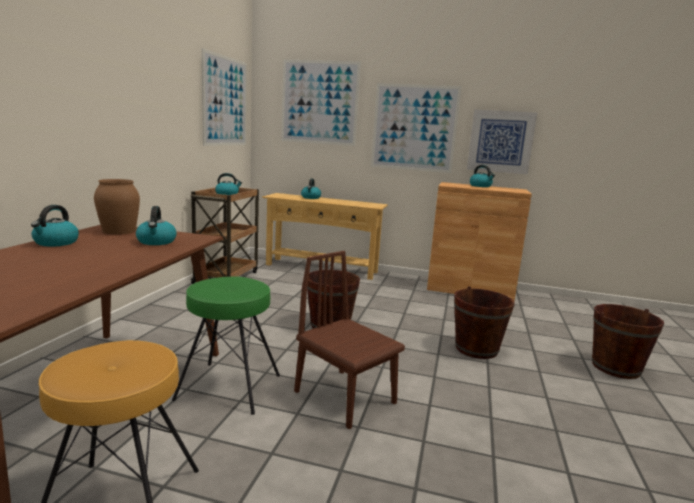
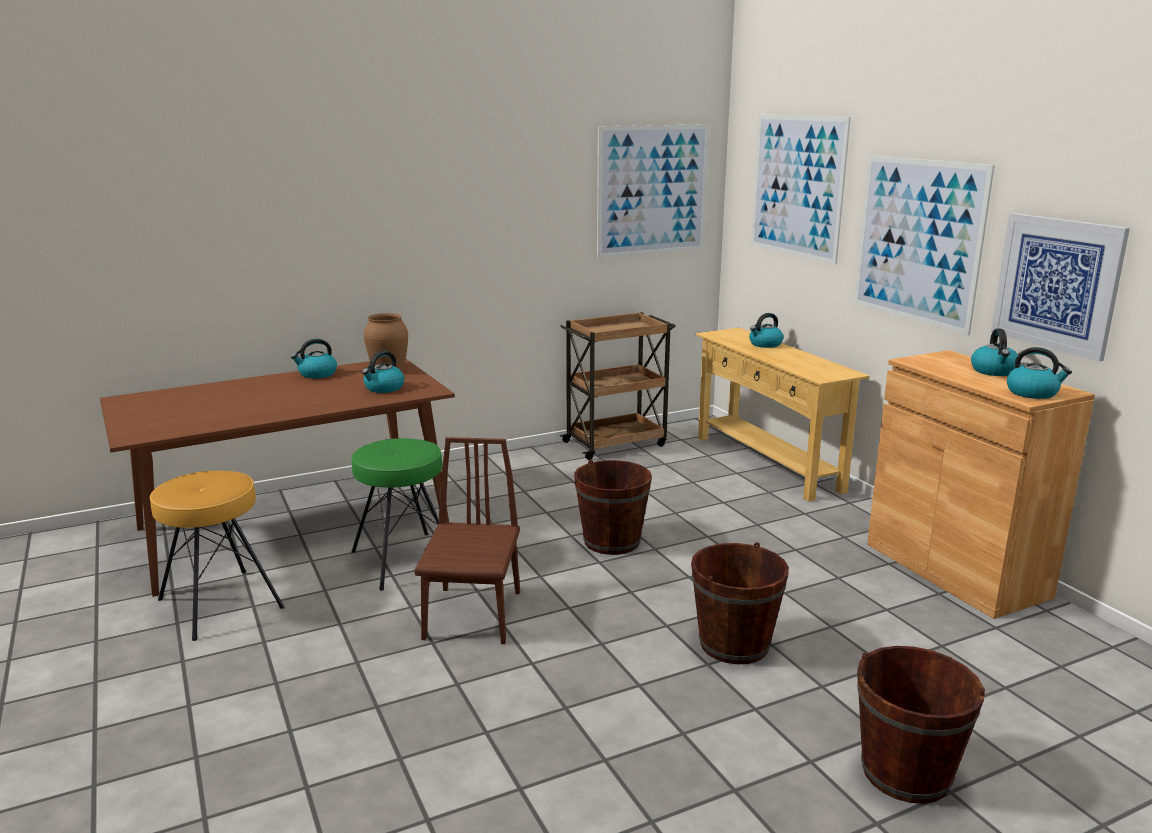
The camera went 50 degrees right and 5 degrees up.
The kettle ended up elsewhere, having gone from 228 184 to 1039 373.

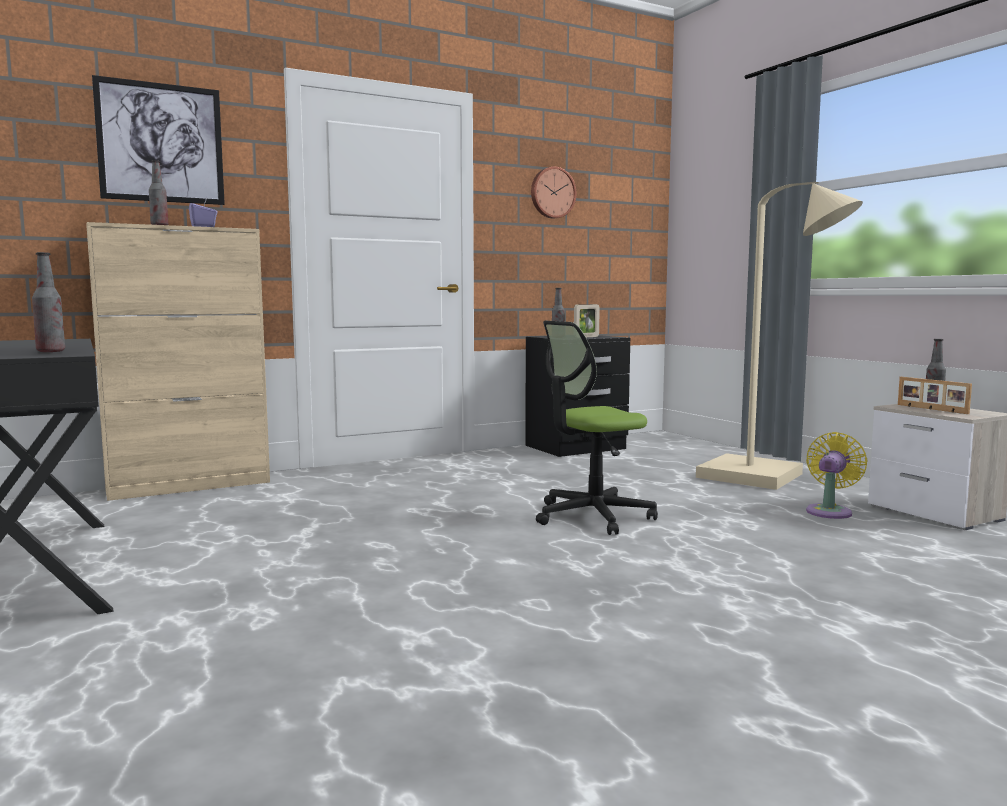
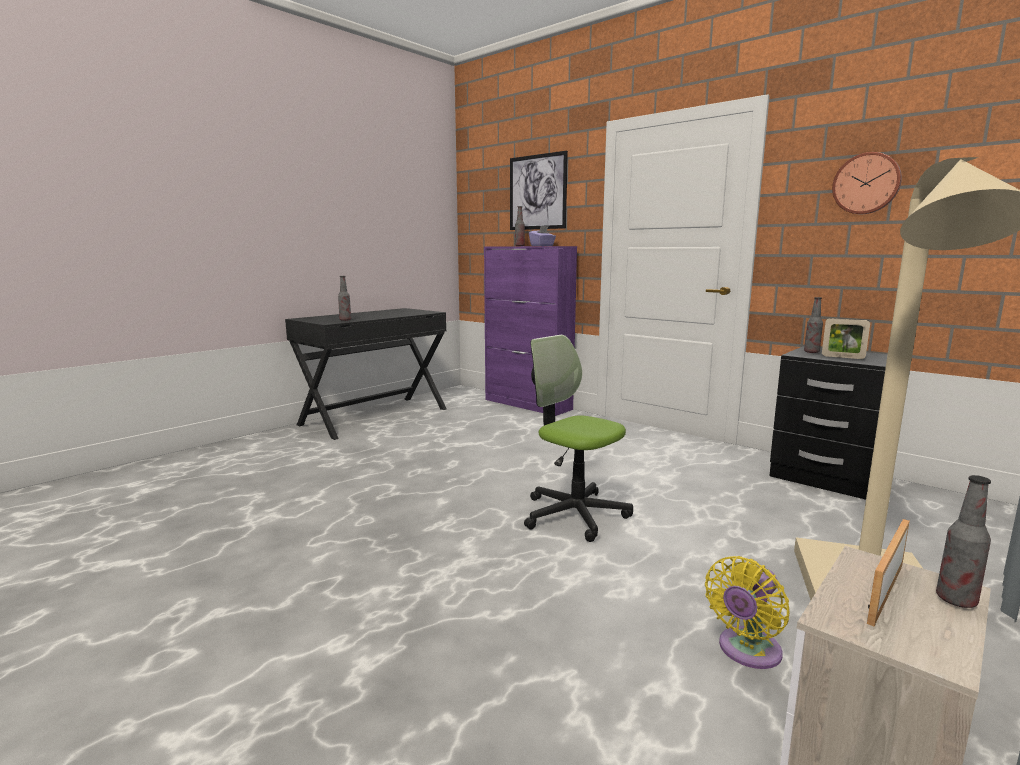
The camera went 70 degrees right and 5 degrees up.
What was the cabinet (beige) at 178 361 turned into the cabinet (purple) at 530 331.
The fan (yellow) at 837 475 ended up facing another way, 120 degrees clockwise from before.

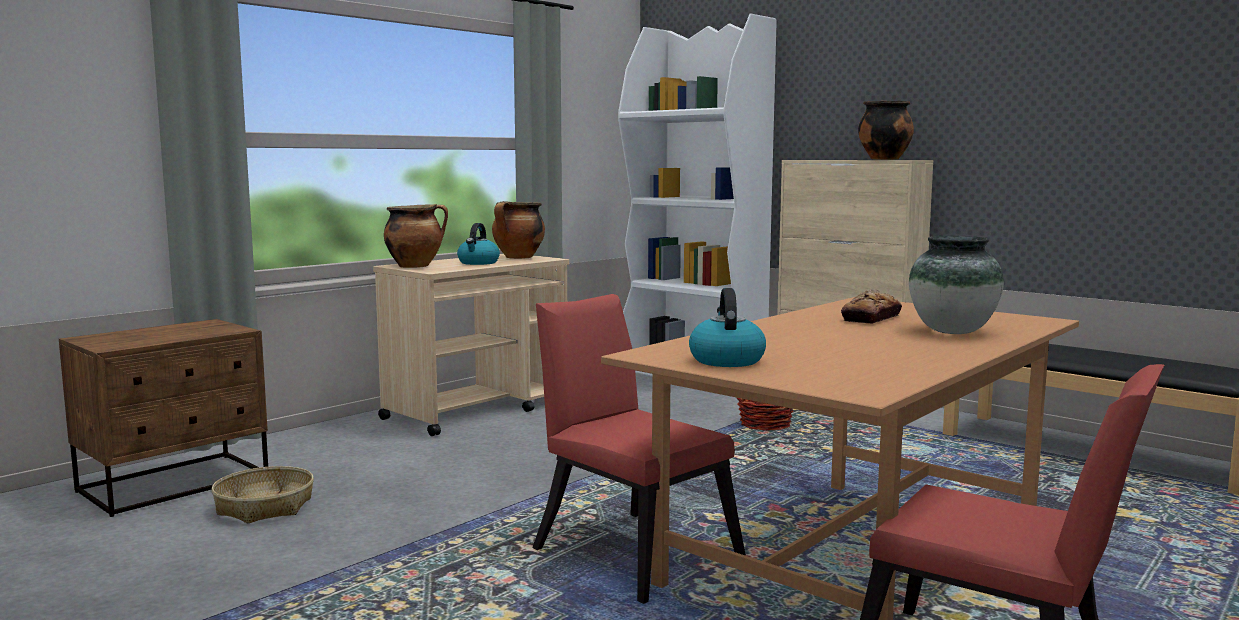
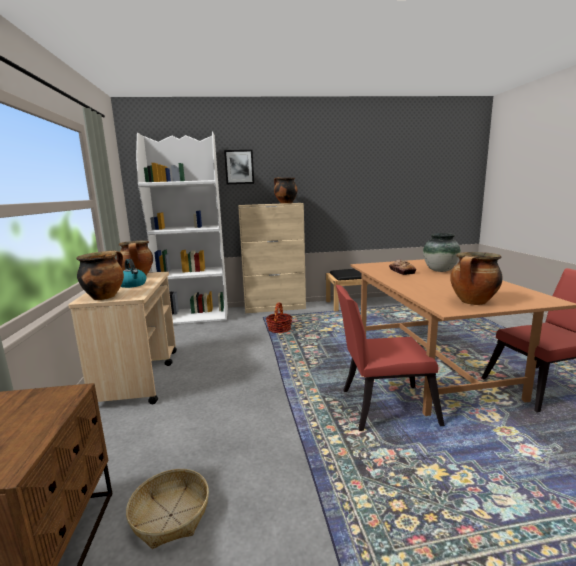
The camera went 50 degrees left and 5 degrees up.
Where the kettle stood at 727 327, the cooking pot came to stand at 476 278.
The second view gained the picture at 239 167.

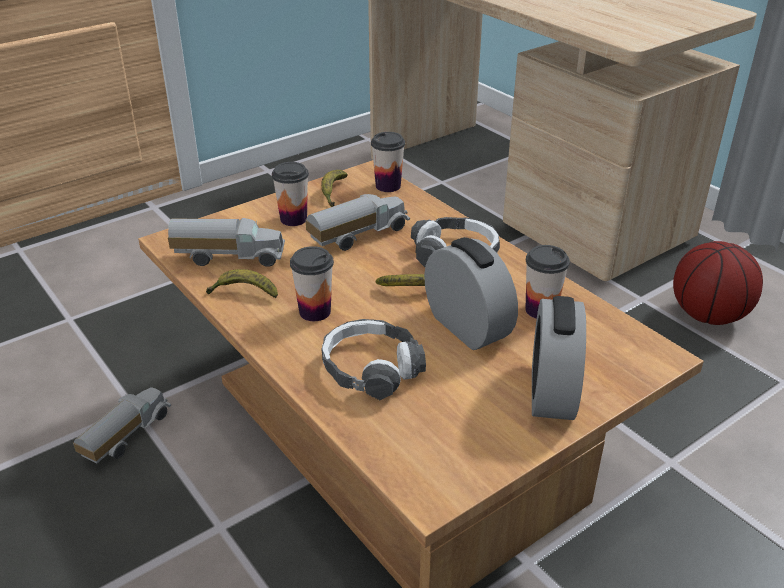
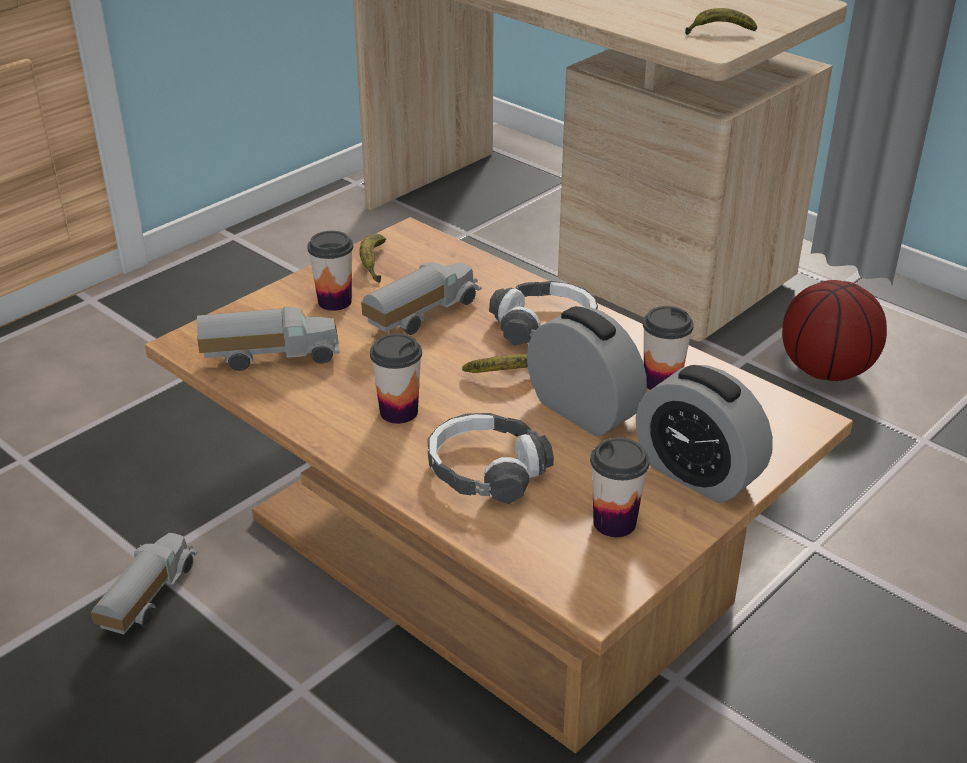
The camera went 10 degrees left and 0 degrees up.
The banana ended up elsewhere, having gone from 242 283 to 721 21.
The cup ended up elsewhere, having gone from 388 162 to 620 487.
The alarm clock at 559 358 ended up facing another way, 45 degrees counterclockwise from before.

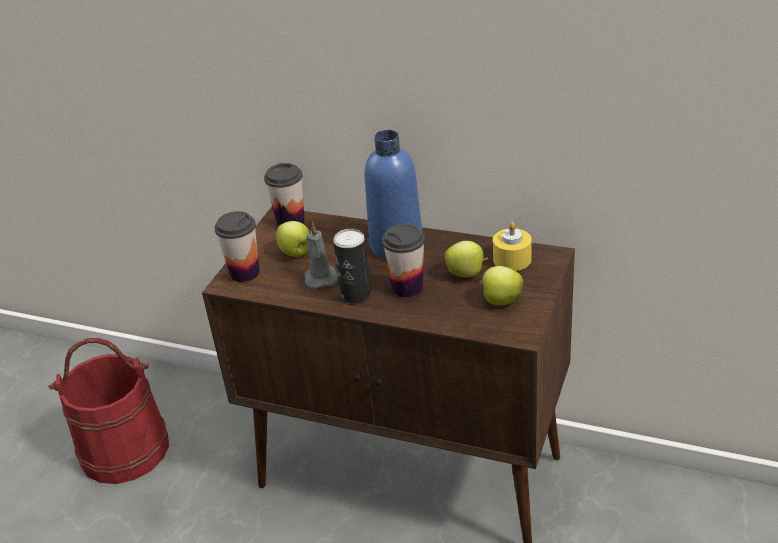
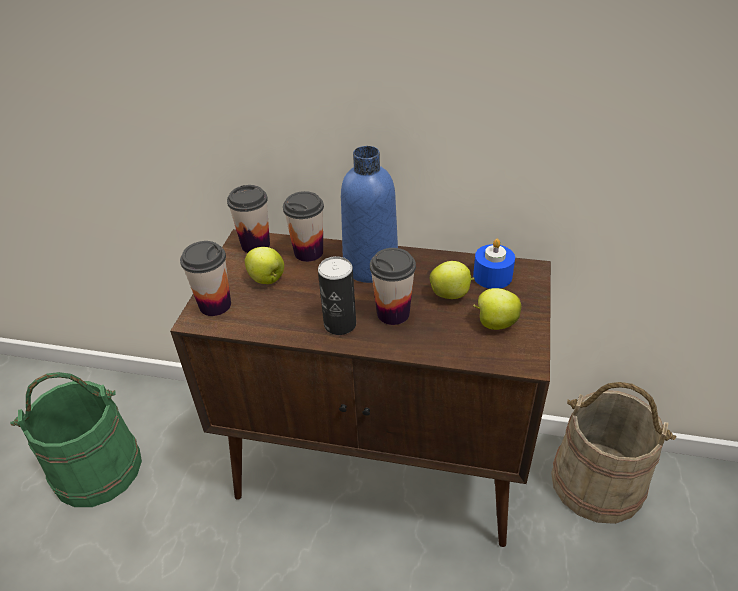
The camera went 10 degrees left and 5 degrees up.
What was the bucket (red) at 108 411 turned into the bucket (green) at 76 439.
The second view lost the candle (grey) at 321 255.
What was the candle (yellow) at 512 246 turned into the candle (blue) at 494 264.
The second view gained the cup at 303 226.
The second view gained the bucket (beige) at 613 453.

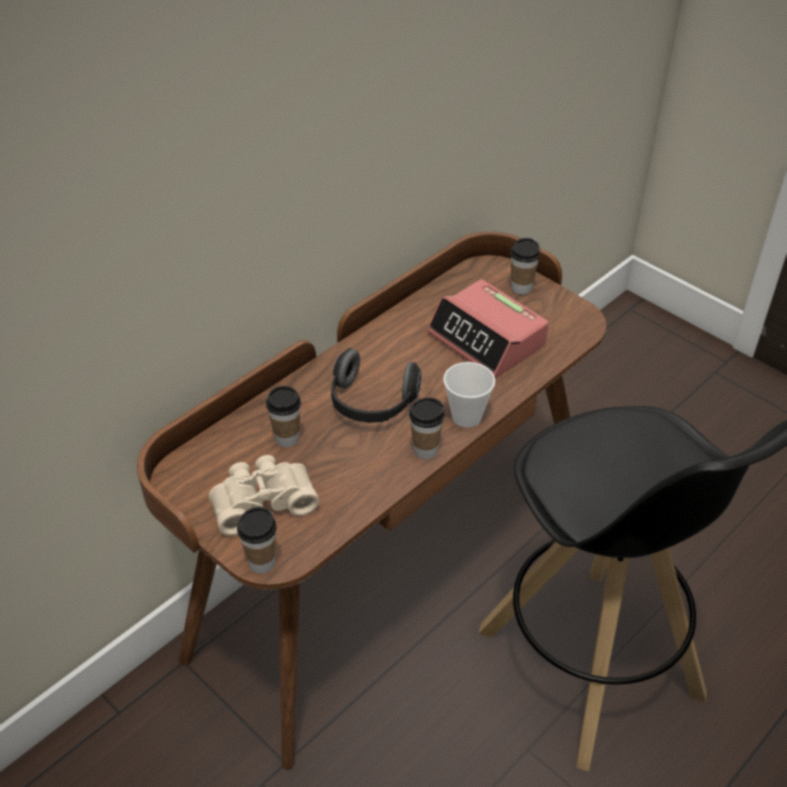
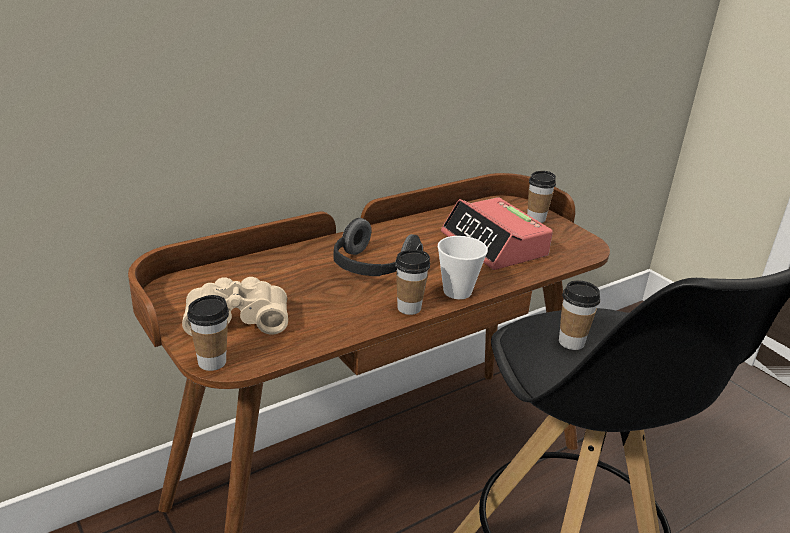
The camera went 10 degrees right and 15 degrees down.
The cup ended up elsewhere, having gone from 283 416 to 579 315.

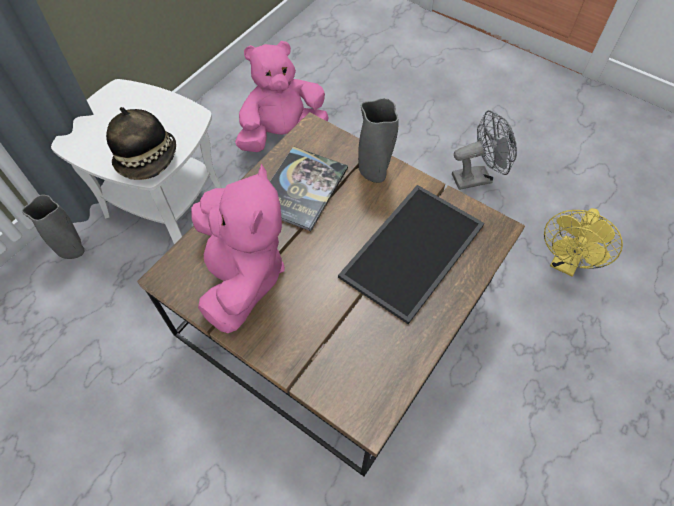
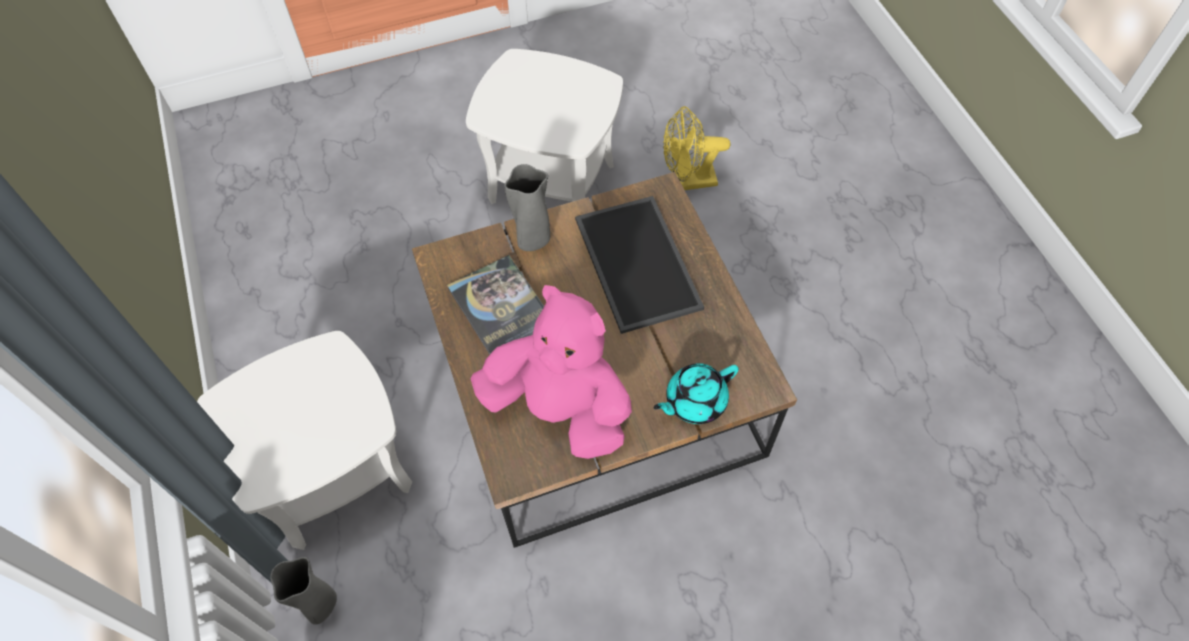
The camera went 55 degrees left and 0 degrees up.
The second view lost the hat at 141 143.
The second view lost the plush toy (pink) at 282 96.
Where the fan (grey) stood at 484 150, the side table (white) came to stand at 544 126.
The fan (yellow) at 583 242 ended up facing another way, 105 degrees clockwise from before.
The second view gained the teapot (turquoise) at 696 393.

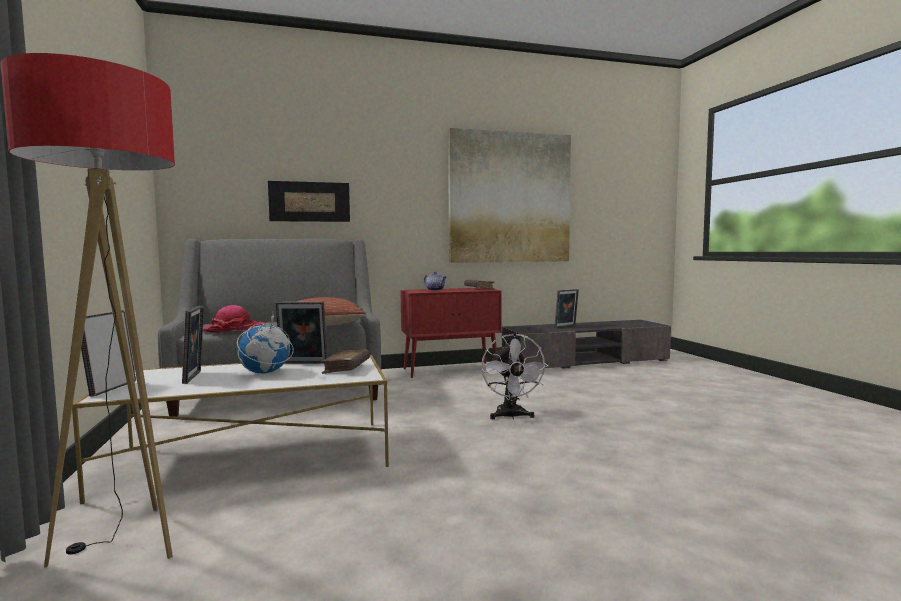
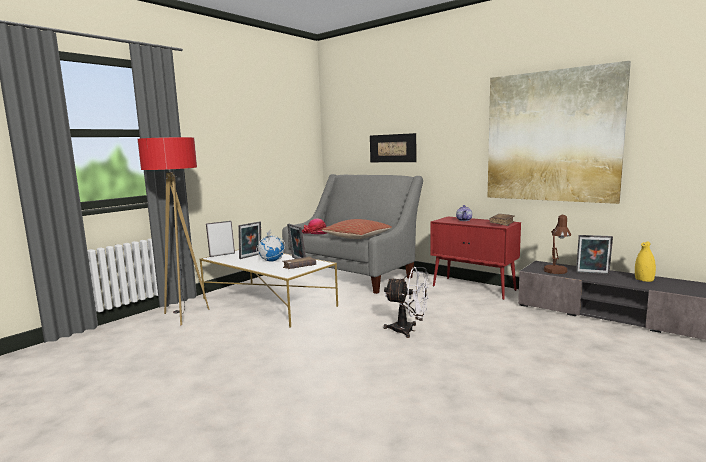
The camera went 55 degrees right and 5 degrees up.
The fan (white) at 514 376 ended up facing another way, 120 degrees counterclockwise from before.
The second view gained the table lamp (brown) at 557 244.
The second view gained the vase (yellow) at 645 261.

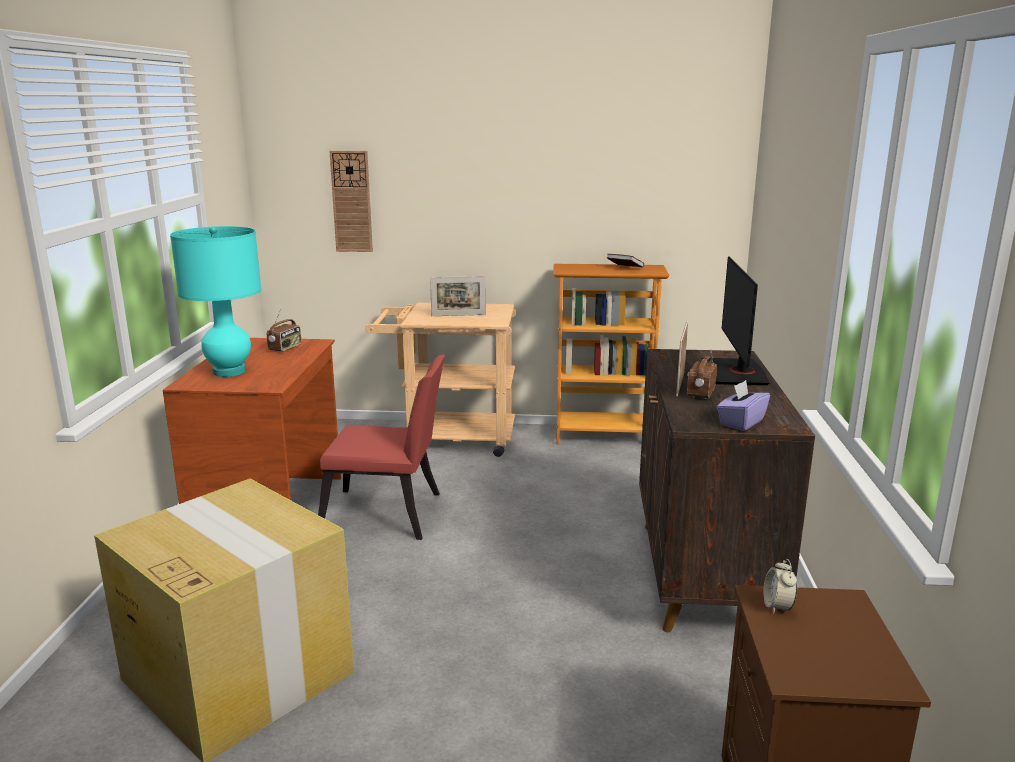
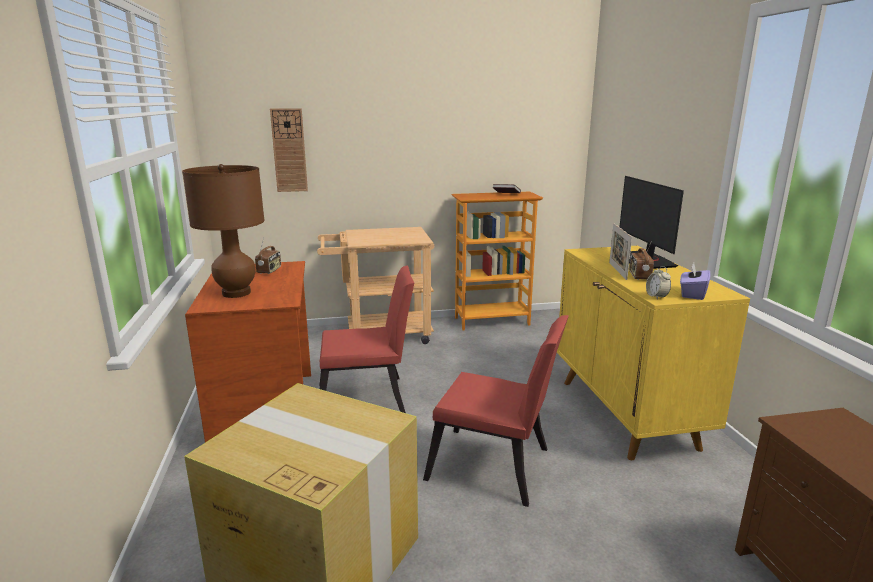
The camera went 15 degrees left and 0 degrees up.
What was the table lamp (turquoise) at 216 301 turned into the table lamp (brown) at 223 231.
The second view lost the picture frame at 458 296.
What was the cabinet (brown) at 727 490 turned into the cabinet (yellow) at 653 353.
The alarm clock ended up elsewhere, having gone from 780 586 to 658 283.
The second view gained the chair (red) at 496 411.

